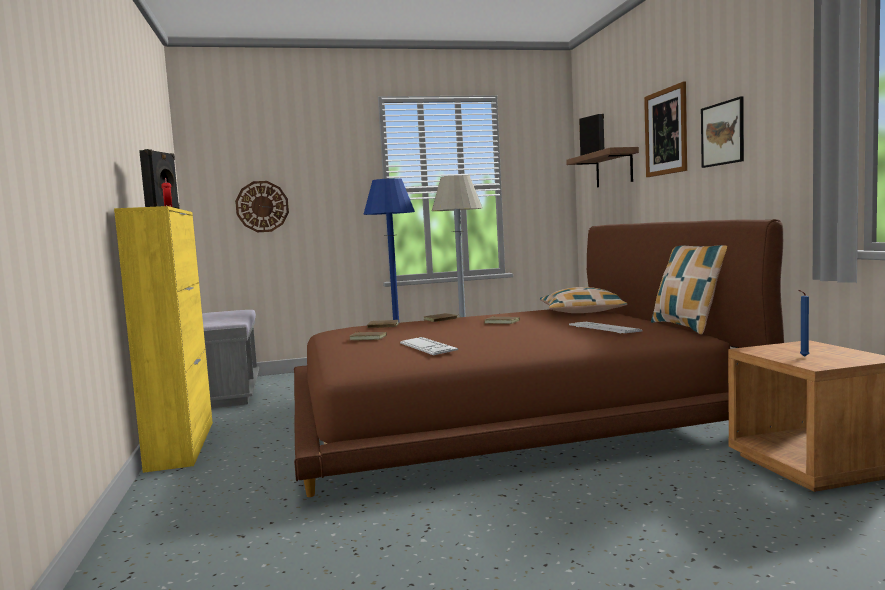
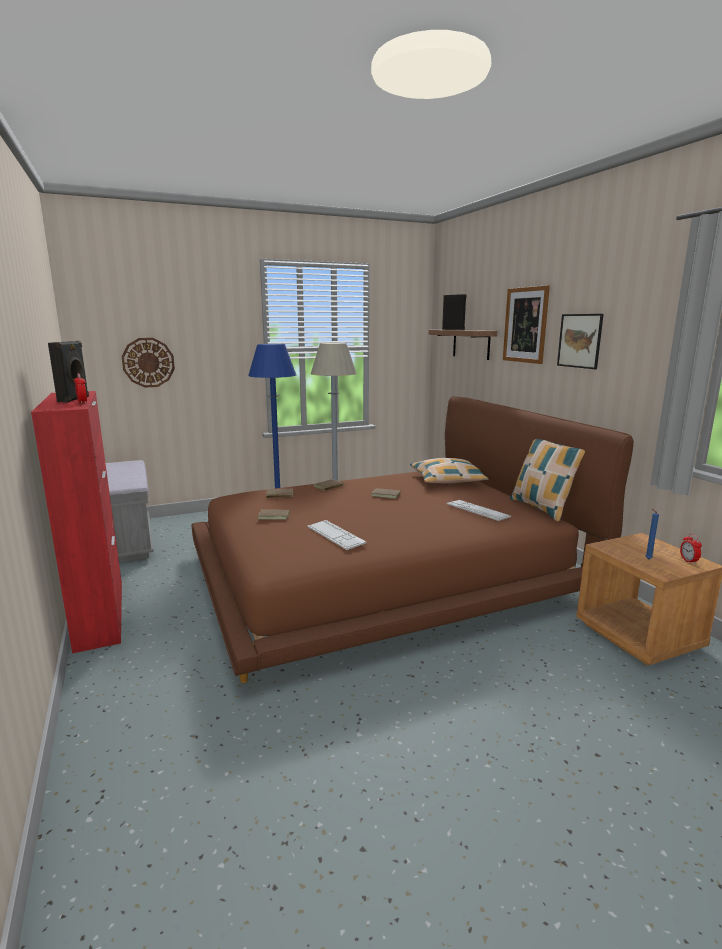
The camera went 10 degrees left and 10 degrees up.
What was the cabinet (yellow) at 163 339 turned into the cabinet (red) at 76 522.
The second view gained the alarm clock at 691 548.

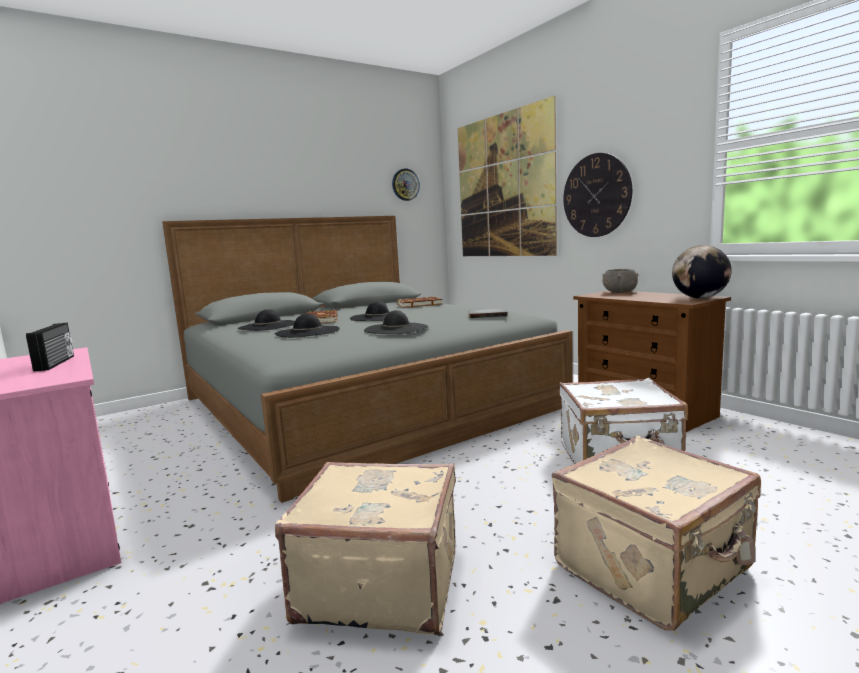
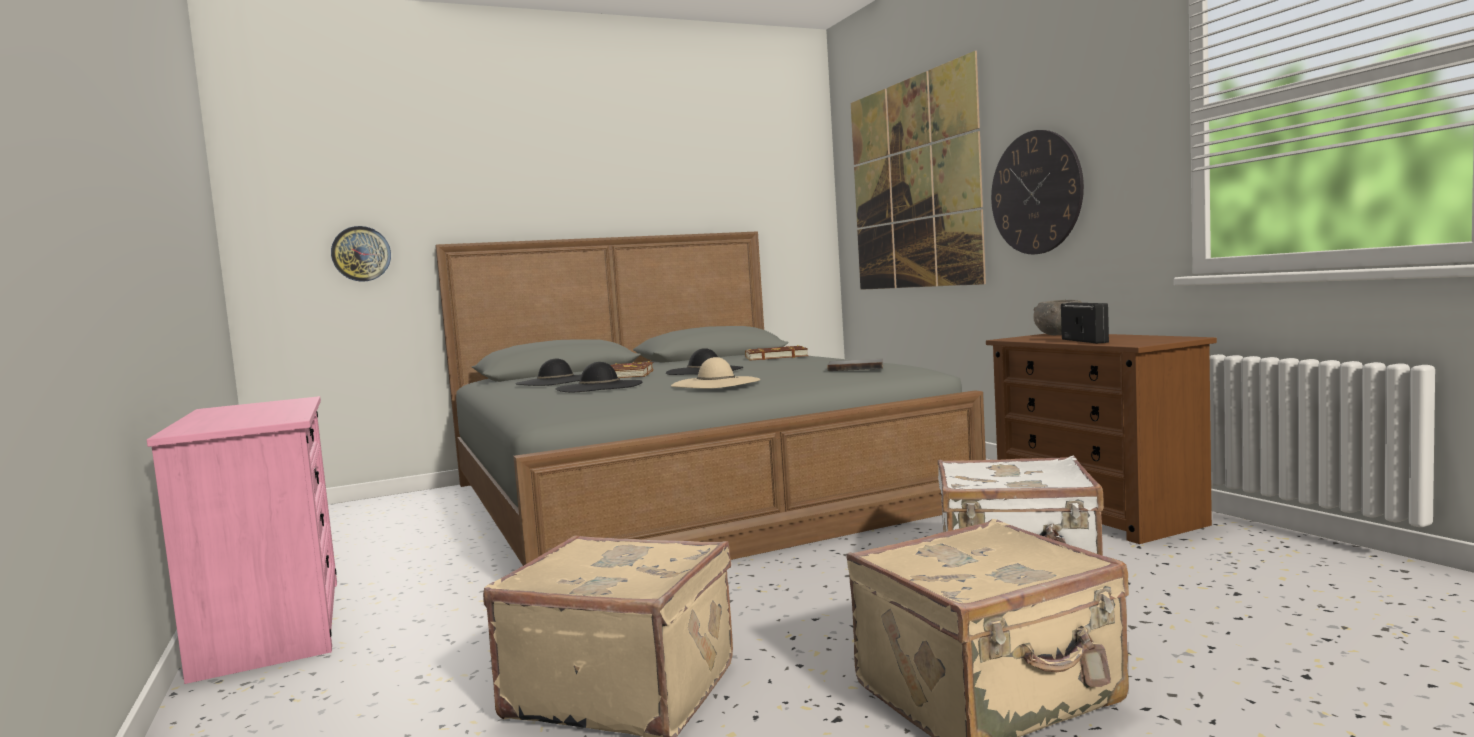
The camera went 10 degrees right and 5 degrees down.
The radio ended up elsewhere, having gone from 50 347 to 1085 323.
What was the hat (black) at 396 322 turned into the hat (beige) at 715 372.
The wall clock ended up elsewhere, having gone from 406 185 to 361 254.
The second view lost the globe at 702 271.

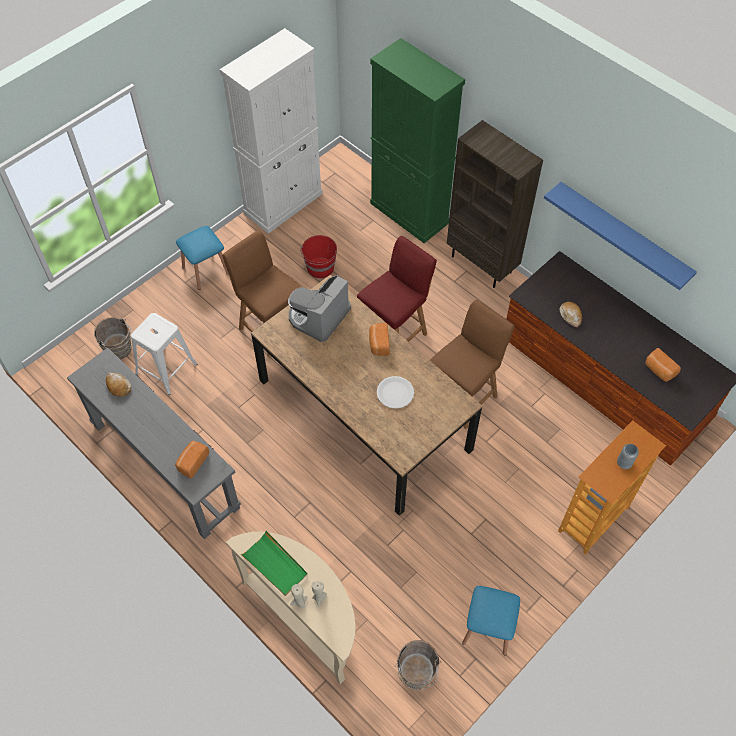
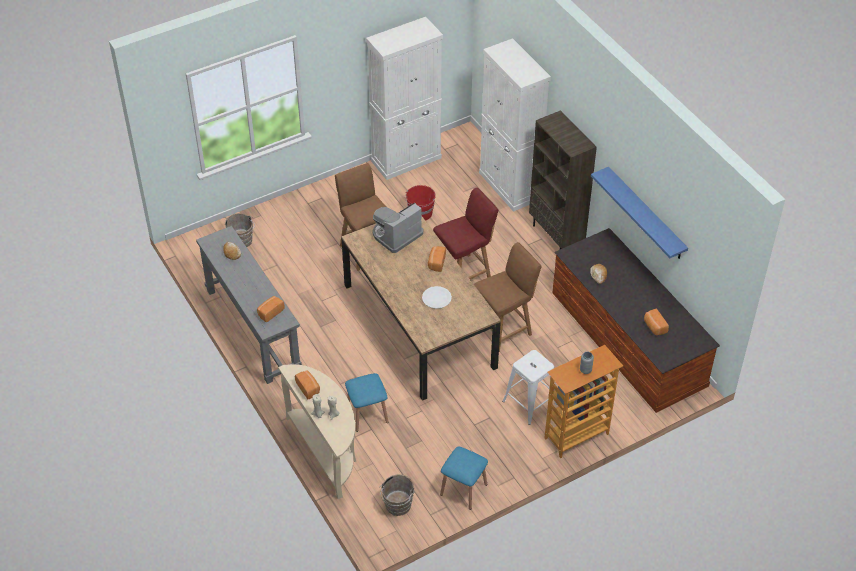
The camera went 15 degrees right and 10 degrees down.
The stool (white) ended up elsewhere, having gone from 164 354 to 529 387.
The stool (blue) ended up elsewhere, having gone from 202 258 to 367 402.
Where the tray (green) stood at 274 563, the bread came to stand at 307 385.
What was the cabinet (green) at 417 140 turned into the cabinet (white) at 515 125.

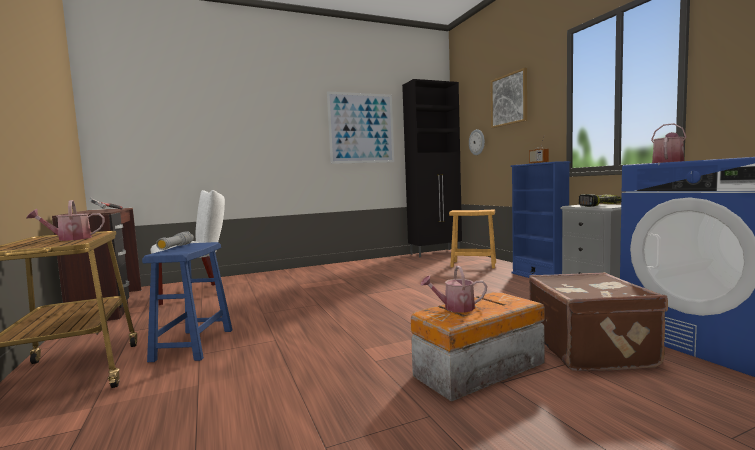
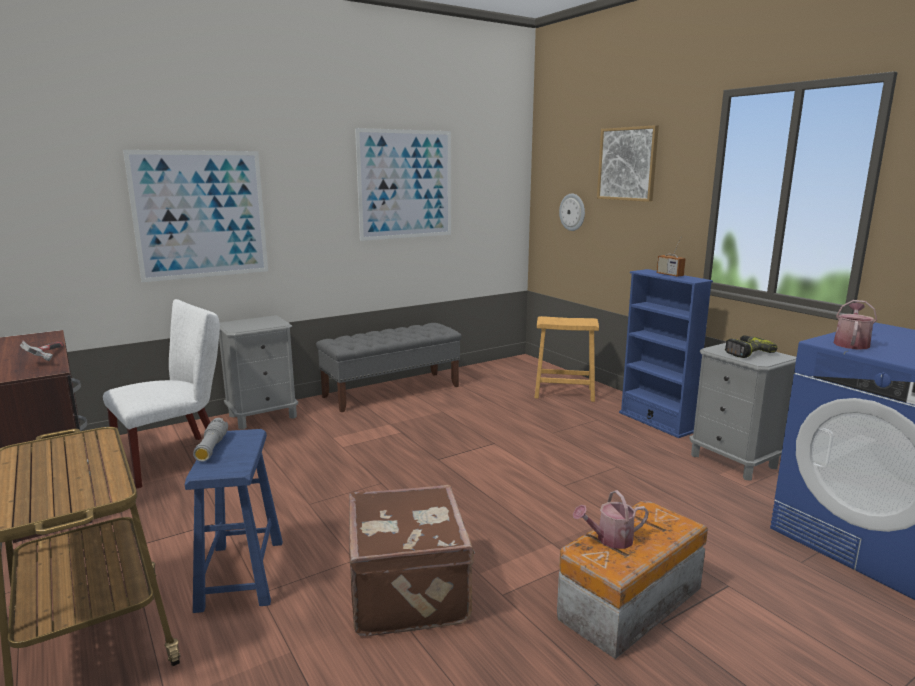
The camera went 10 degrees left and 10 degrees up.
The second view lost the watering can at 65 220.
The second view lost the cabinet (black) at 432 168.
The suitcase (brown) ended up elsewhere, having gone from 598 321 to 412 560.
The second view gained the picture at 195 216.
The second view gained the nightstand (grey) at 258 372.
The second view gained the bench (grey) at 389 367.

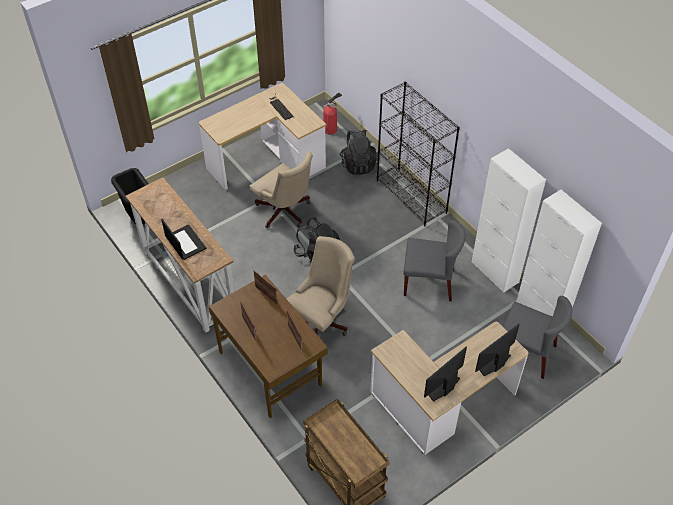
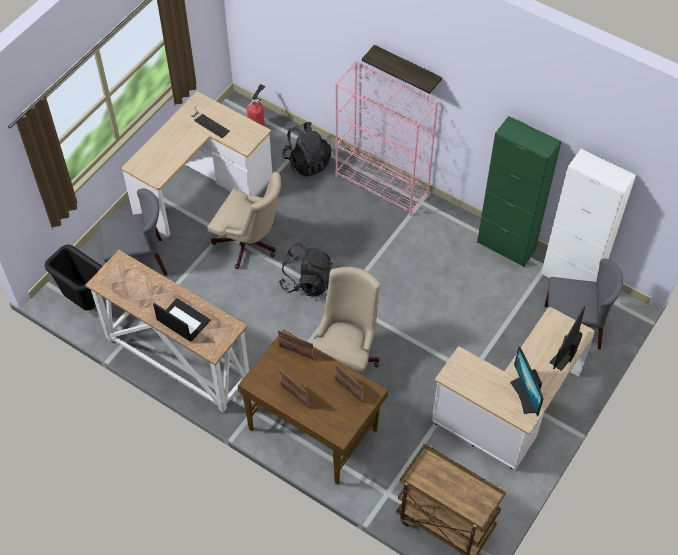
The camera went 20 degrees left and 5 degrees up.
What was the bookcase (black) at 418 154 turned into the bookcase (pink) at 386 138.
The chair (grey) ended up elsewhere, having gone from 434 261 to 133 232.
The monitor at 445 374 ended up facing another way, 45 degrees counterclockwise from before.
What was the cabinet (white) at 508 220 turned into the cabinet (green) at 519 191.
The second view gained the shelf at 402 69.

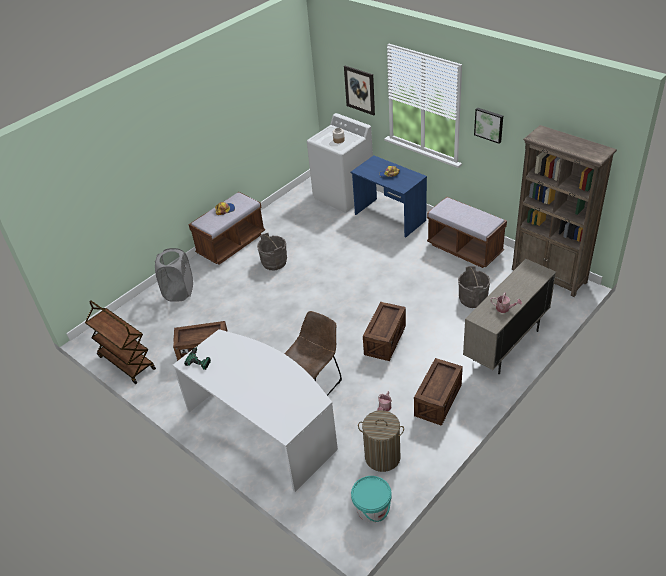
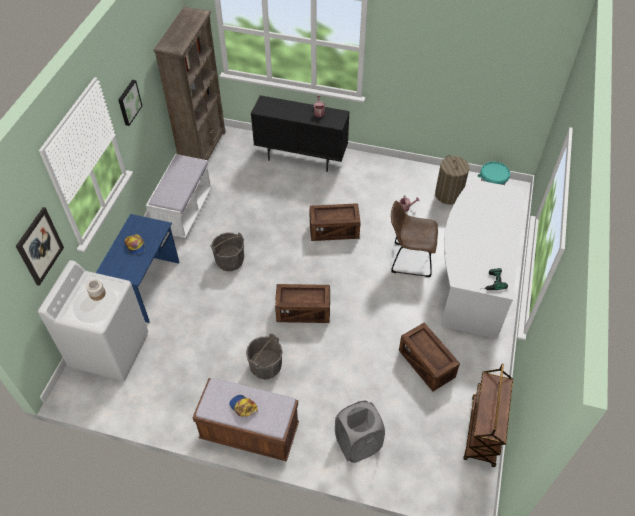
The camera went 120 degrees left and 10 degrees up.
The crate ended up elsewhere, having gone from 438 392 to 302 303.
What was the bench (brown) at 467 232 turned into the bench (white) at 179 196.
The bucket (grey) ended up elsewhere, having gone from 474 287 to 227 251.
What was the cabinet (beige) at 509 316 turned into the cabinet (black) at 300 133.

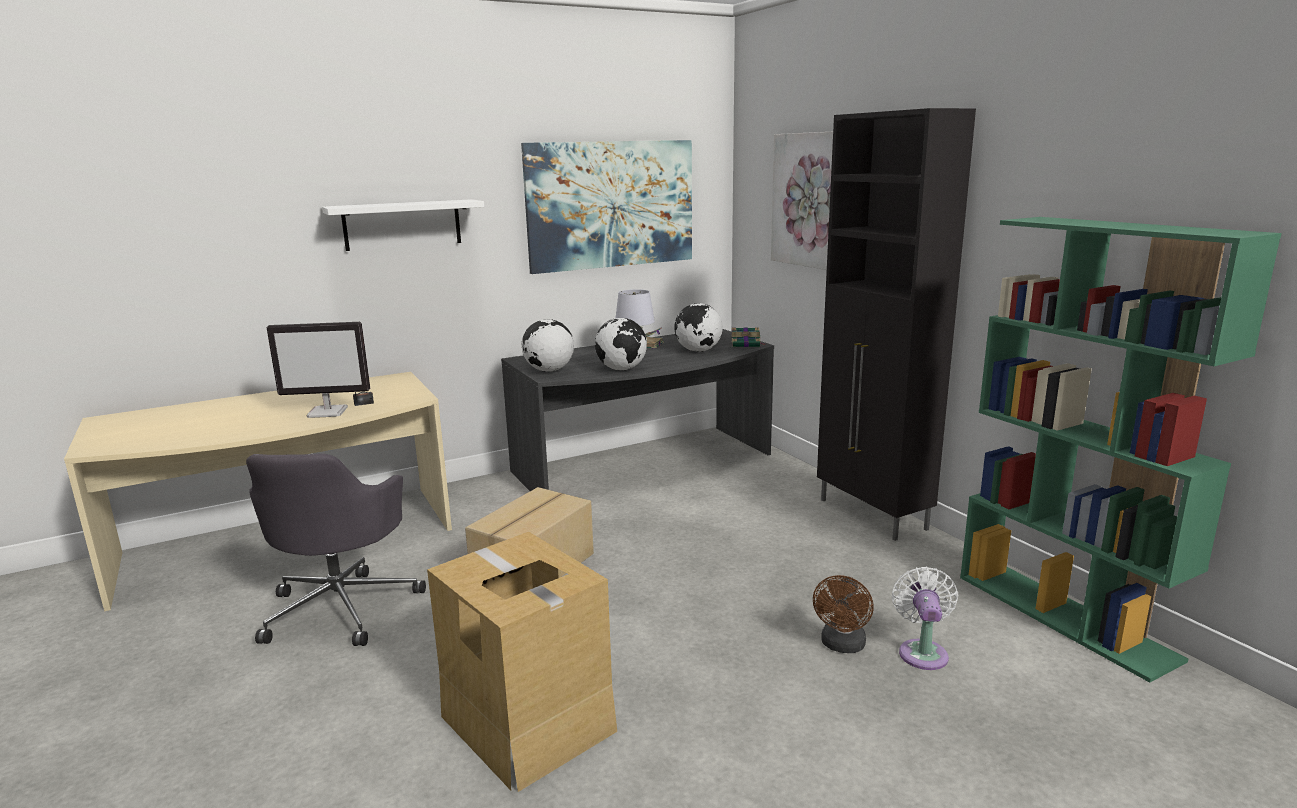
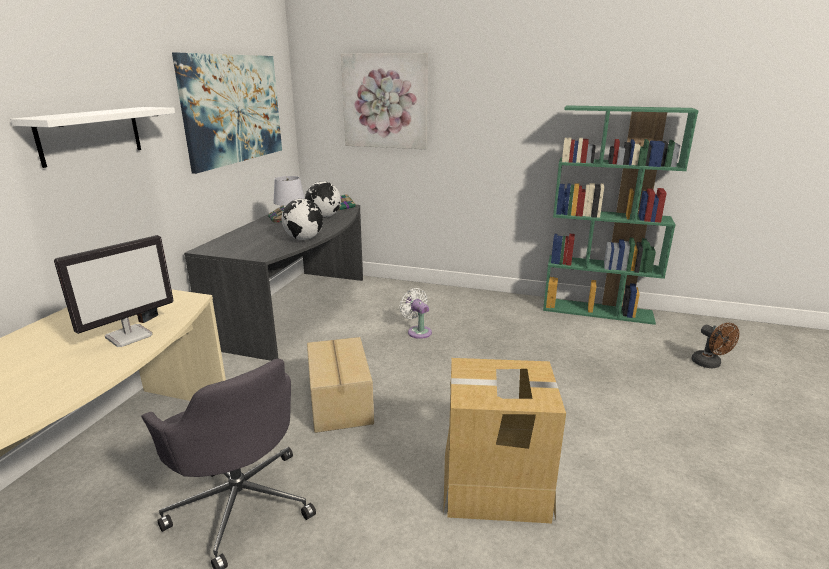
The camera went 45 degrees left and 5 degrees up.
The second view lost the globe at 548 345.
The fan (brown) ended up elsewhere, having gone from 843 614 to 715 345.
The second view lost the cabinet (black) at 896 324.
The fan (white) ended up elsewhere, having gone from 925 618 to 415 313.

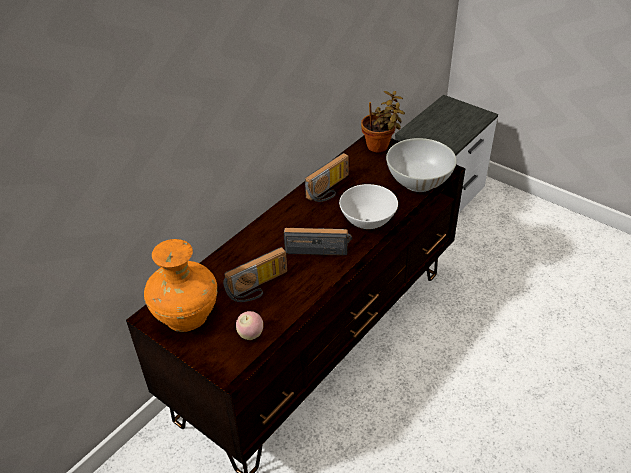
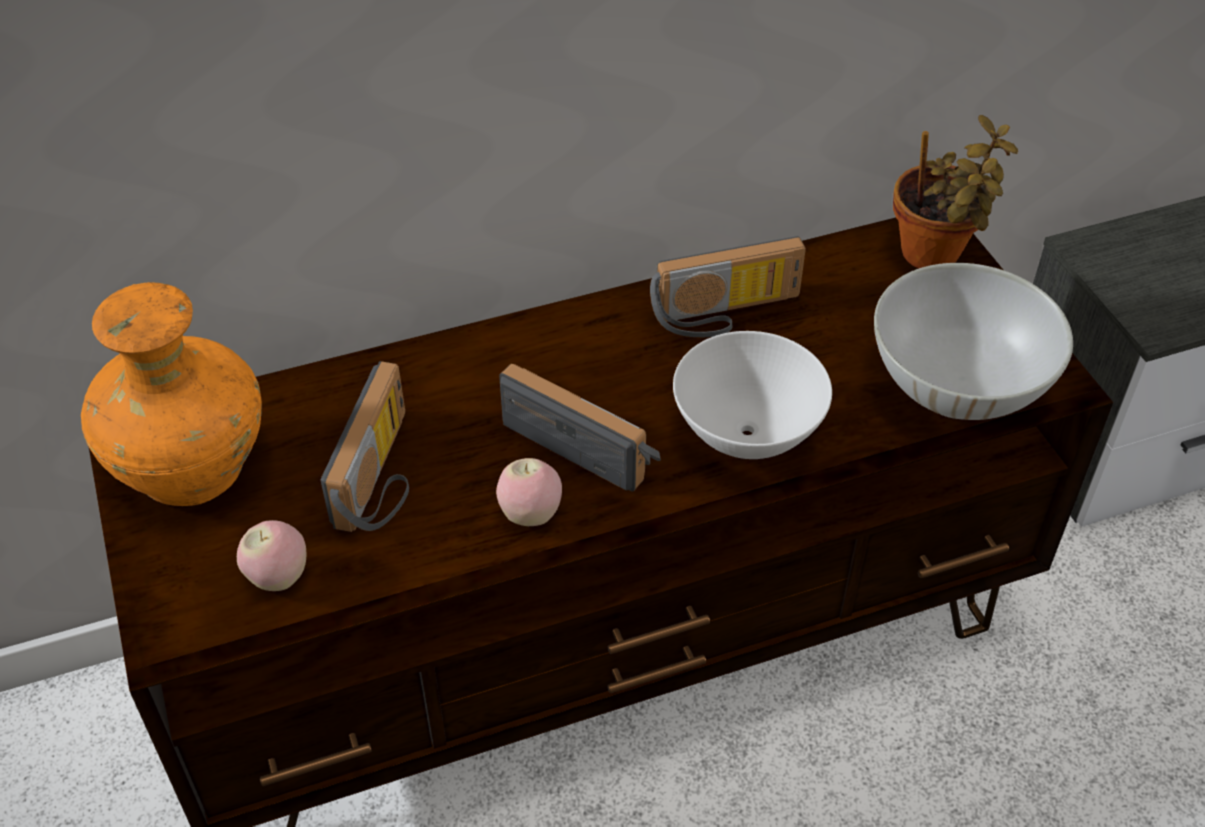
The camera went 30 degrees right and 5 degrees up.
The radio at 255 274 ended up facing another way, 75 degrees counterclockwise from before.
The second view gained the apple at 529 492.

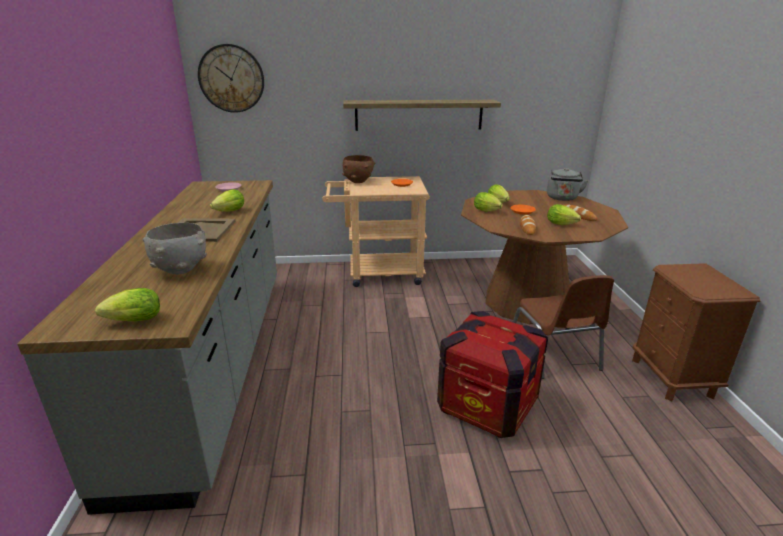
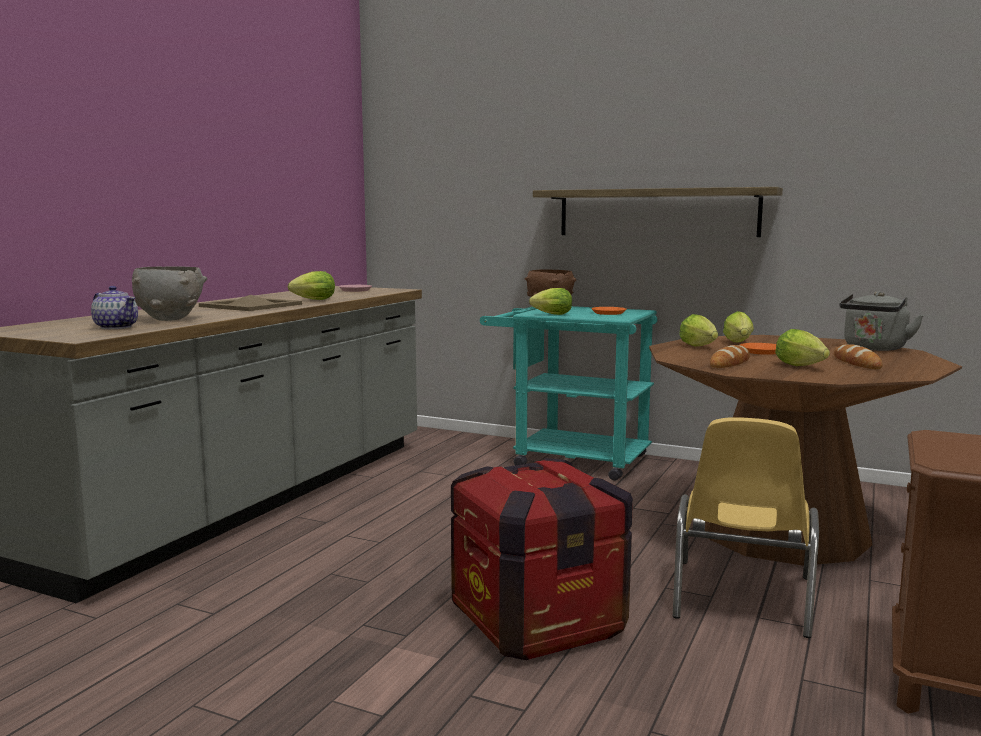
The camera went 30 degrees right and 15 degrees down.
The lettuce ended up elsewhere, having gone from 127 305 to 550 301.
The second view lost the wall clock at 231 78.
What was the cart (beige) at 376 231 turned into the cart (turquoise) at 568 393.
What was the chair (brown) at 563 327 turned into the chair (yellow) at 746 527.
The second view gained the teapot at 114 307.

